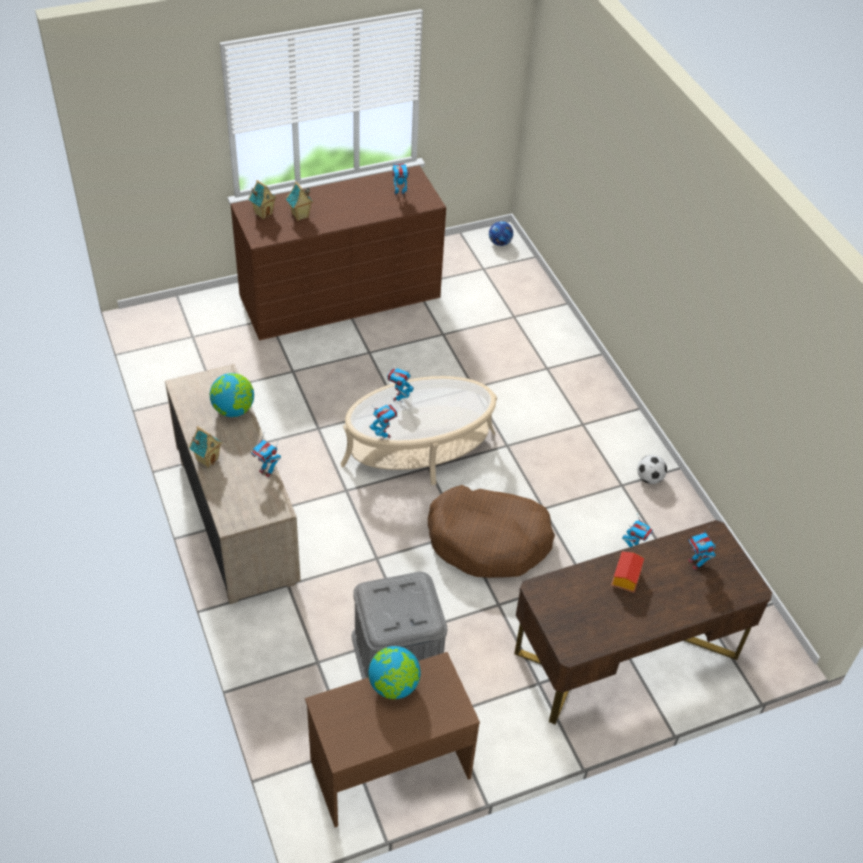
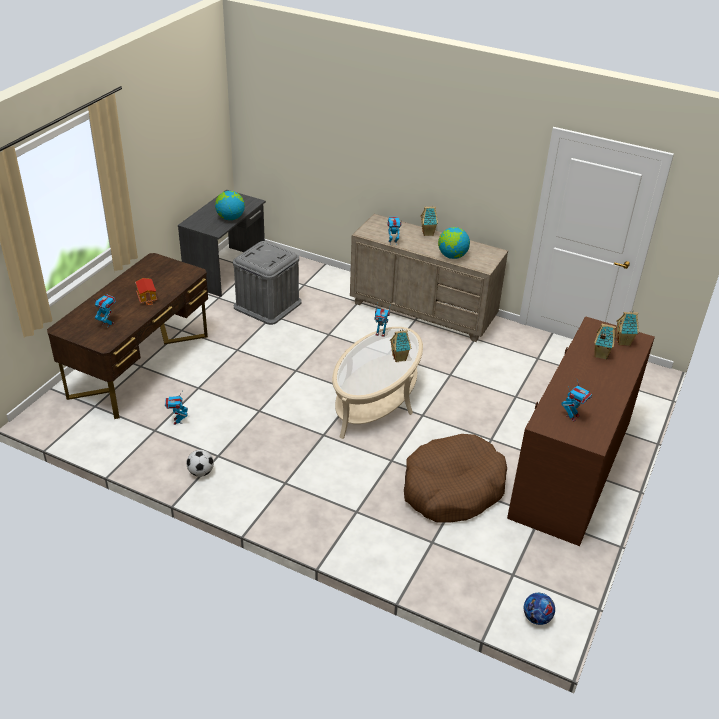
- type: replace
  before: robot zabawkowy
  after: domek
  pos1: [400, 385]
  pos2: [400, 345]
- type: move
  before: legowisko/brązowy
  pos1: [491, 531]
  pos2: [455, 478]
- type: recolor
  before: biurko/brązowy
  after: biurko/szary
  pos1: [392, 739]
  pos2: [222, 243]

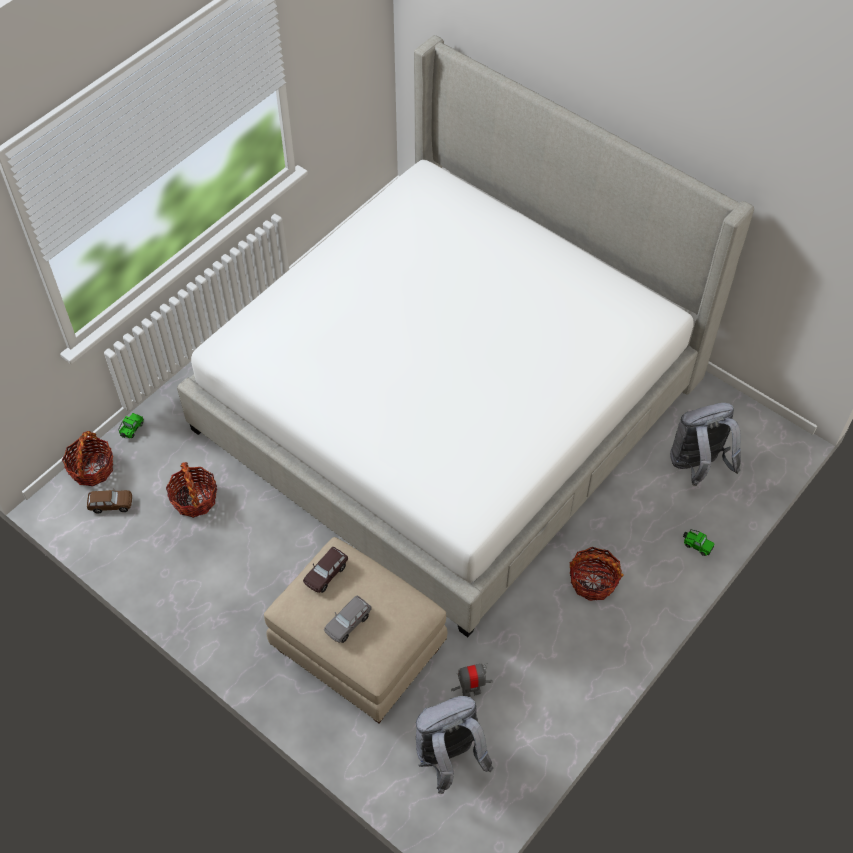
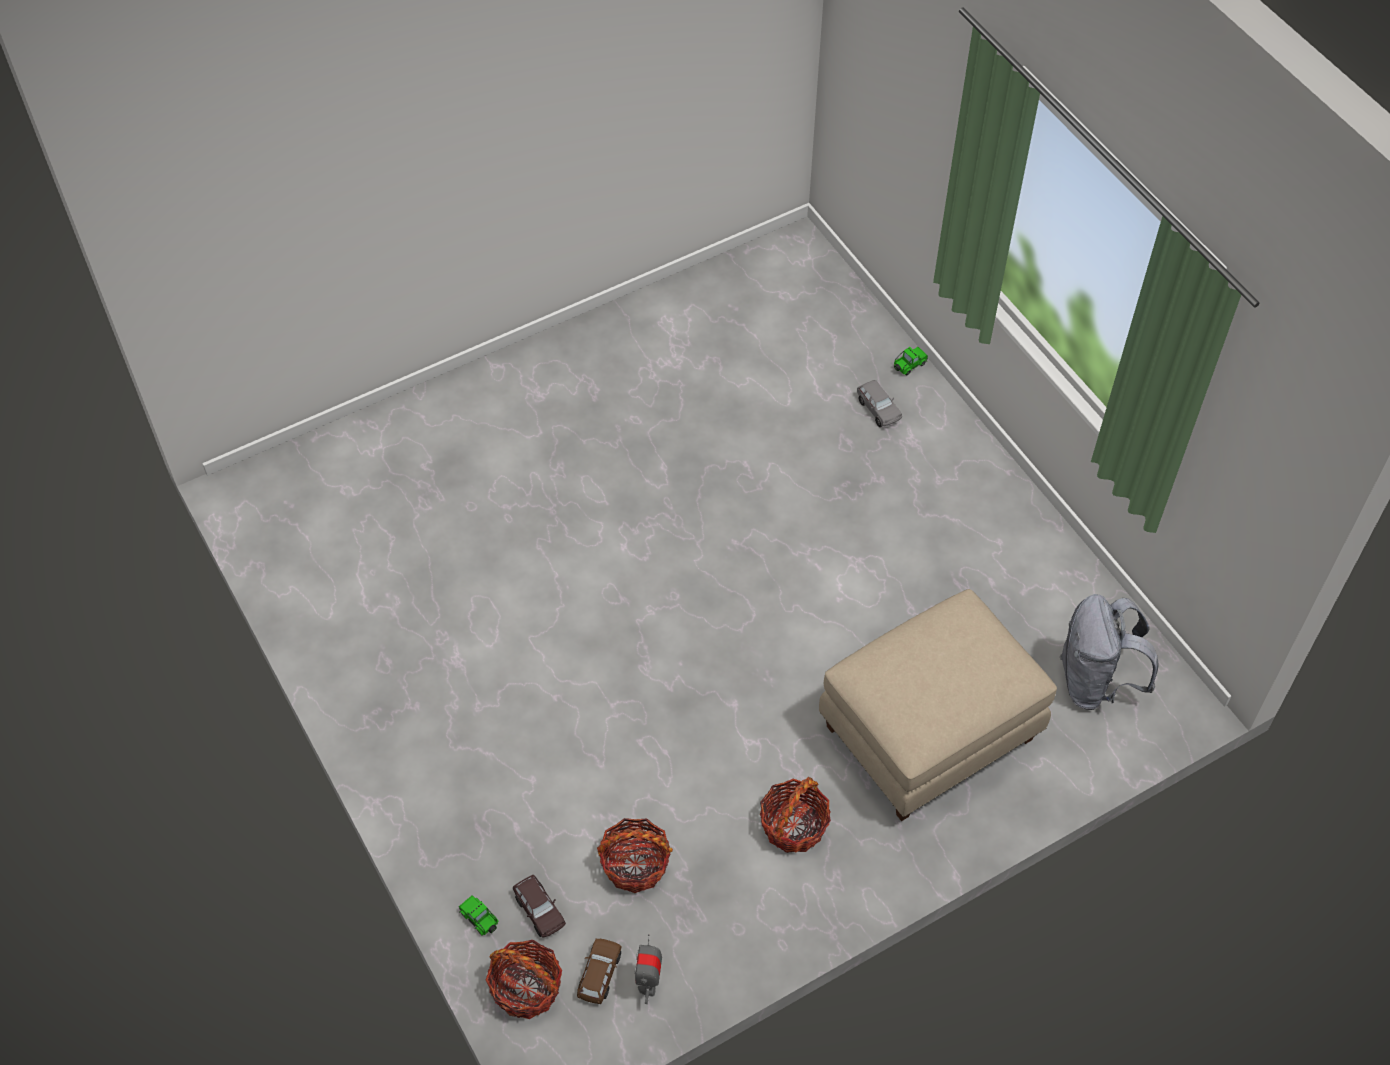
- type: delete
  before: łóżko
  pos1: [465, 336]
- type: delete
  before: plecak/szary
  pos1: [705, 444]
- type: move
  before: samochodzik/brązowy
  pos1: [325, 570]
  pos2: [539, 906]
- type: move
  before: koszyk
  pos1: [597, 574]
  pos2: [795, 815]
- type: move
  before: samochodzik/szary
  pos1: [347, 619]
  pos2: [879, 403]
- type: move
  before: robot zabawkowy
  pos1: [472, 680]
  pos2: [648, 969]

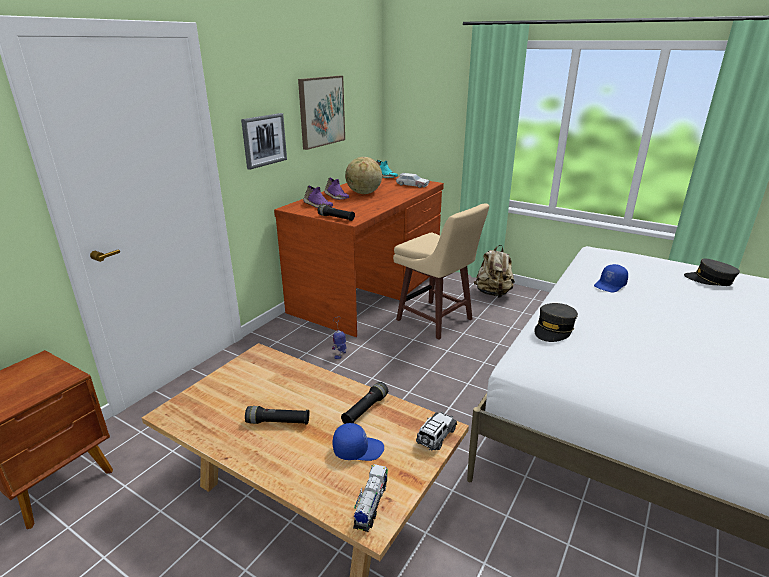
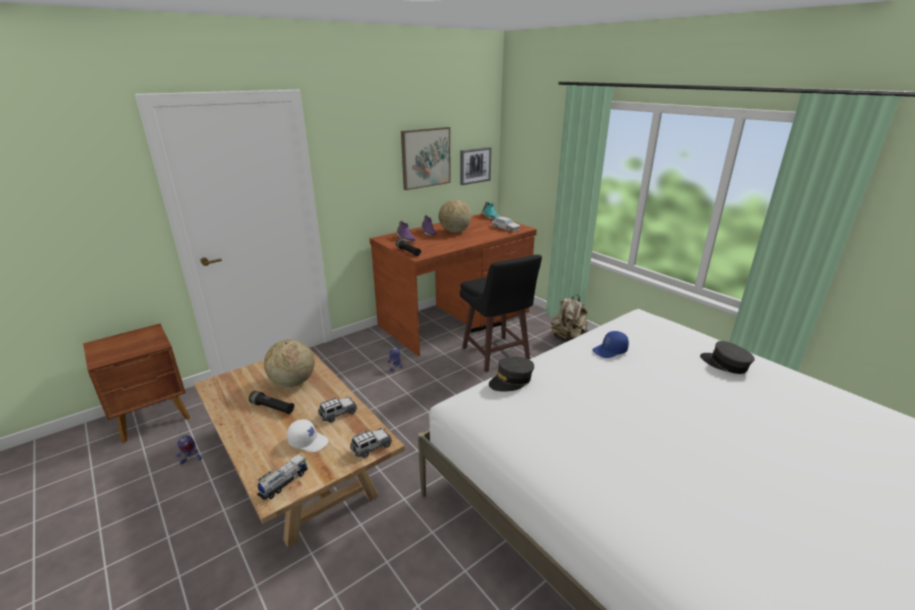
- type: move
  before: obraz
  pos1: [264, 141]
  pos2: [476, 166]
- type: recolor
  before: stołek/beżowy
  after: stołek/czarny
  pos1: [441, 271]
  pos2: [501, 313]
- type: replace
  before: latarka/czarny
  after: samochodzik
  pos1: [364, 403]
  pos2: [337, 409]
- type: recolor
  before: czapka z daszkiem/niebieski
  after: czapka z daszkiem/biały
  pos1: [358, 442]
  pos2: [307, 435]
- type: insert
  after: globus
  pos2: [289, 363]
- type: insert
  after: robot zabawkowy
  pos2: [187, 446]

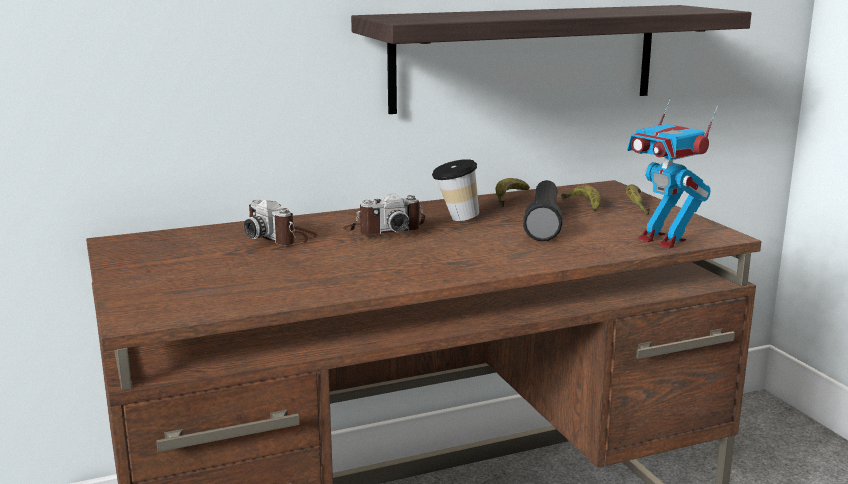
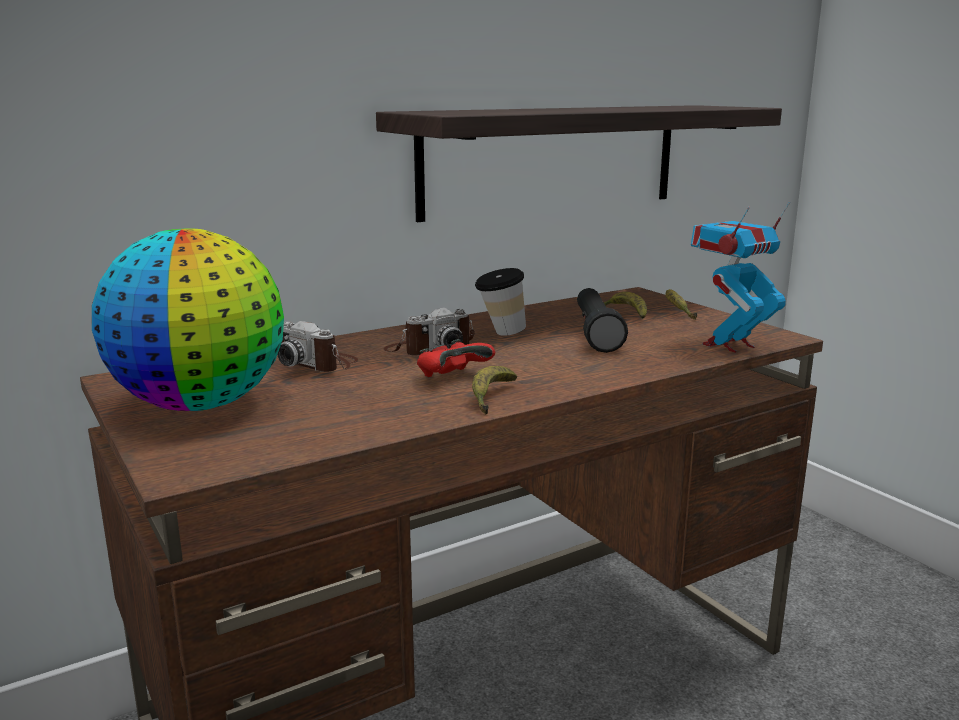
- type: rotate
  before: robot zabawkowy
  pos1: [672, 173]
  pos2: [740, 277]
  turn: 105
- type: move
  before: banan
  pos1: [513, 192]
  pos2: [494, 390]
- type: insert
  after: globus
  pos2: [188, 320]
- type: insert
  after: pad do gier/czerwony
  pos2: [456, 358]

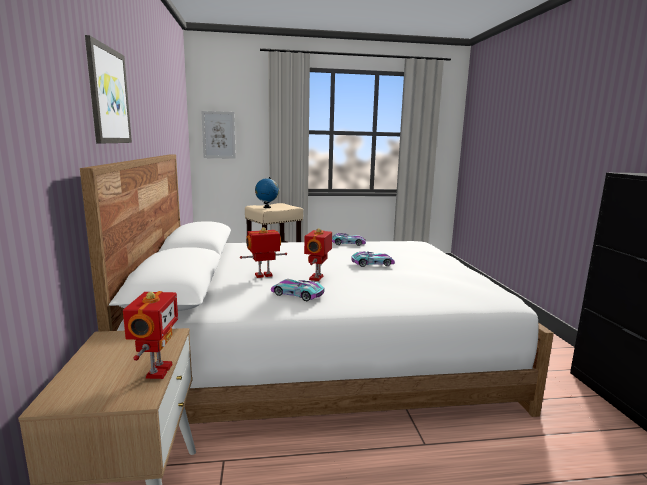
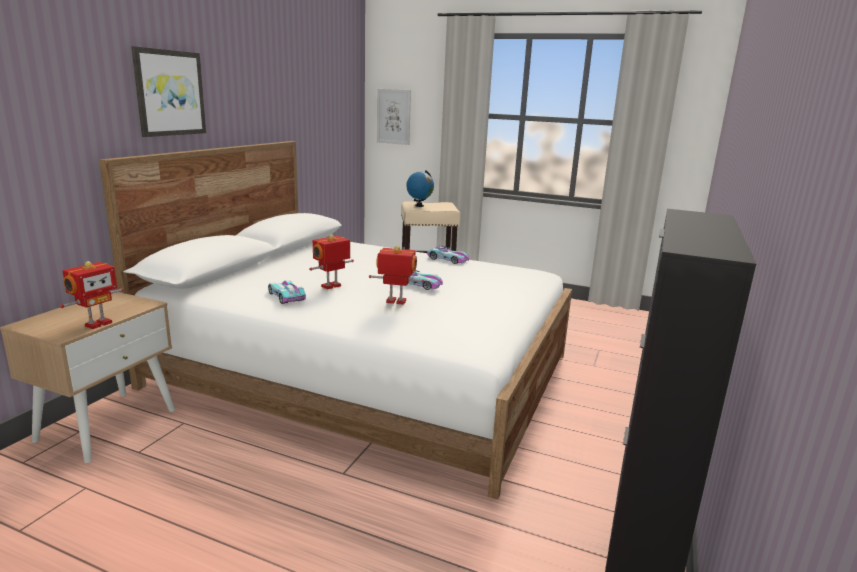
- type: move
  before: robot zabawkowy
  pos1: [263, 252]
  pos2: [396, 275]

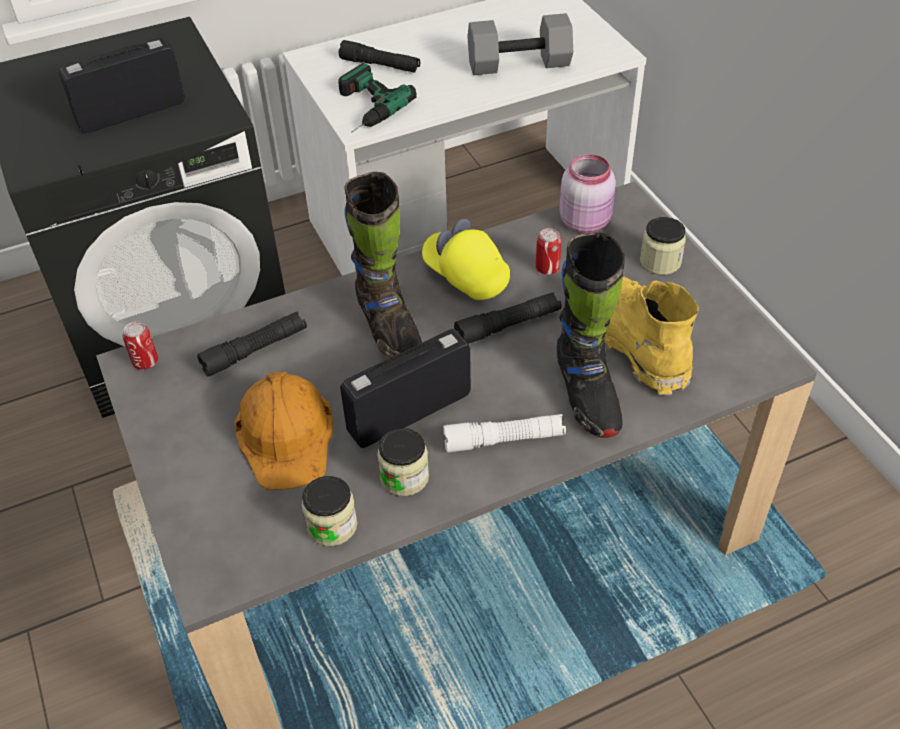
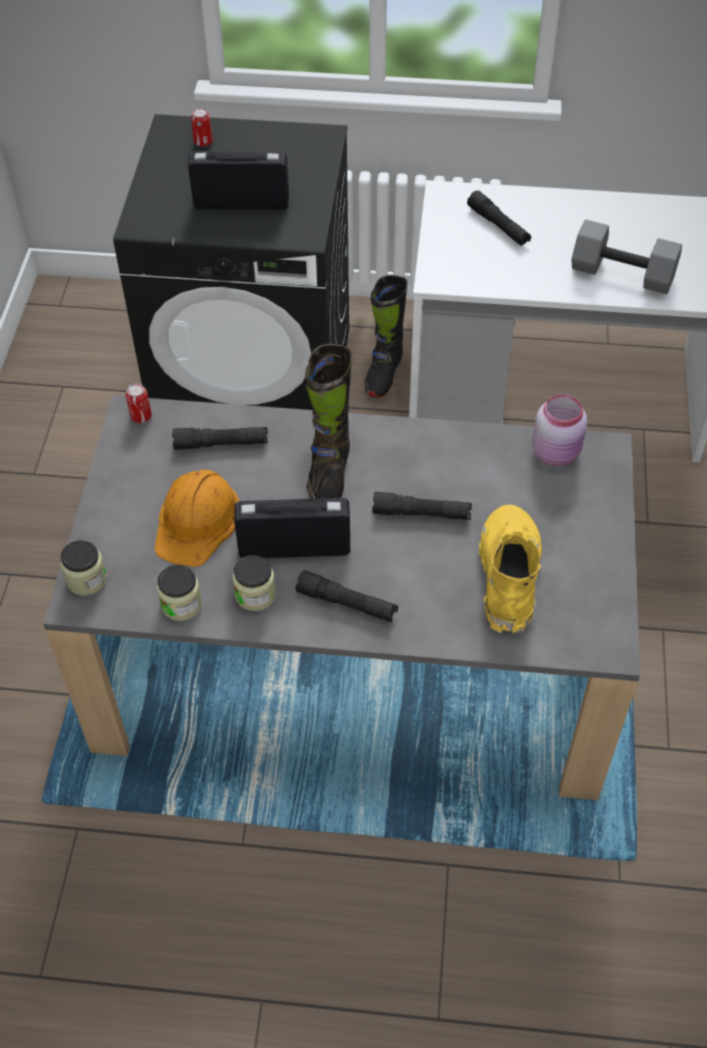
- type: delete
  before: wiertarka
  pos1: [377, 97]
- type: move
  before: słoik
  pos1: [663, 246]
  pos2: [83, 568]
- type: delete
  before: czapka z daszkiem/żółty
  pos1: [466, 259]
- type: move
  before: puszka
  pos1: [548, 251]
  pos2: [202, 127]
- type: move
  before: but z cholewką/czarny
  pos1: [591, 335]
  pos2: [386, 336]
- type: recolor
  before: latarka/biały
  after: latarka/czarny
  pos1: [504, 433]
  pos2: [346, 596]

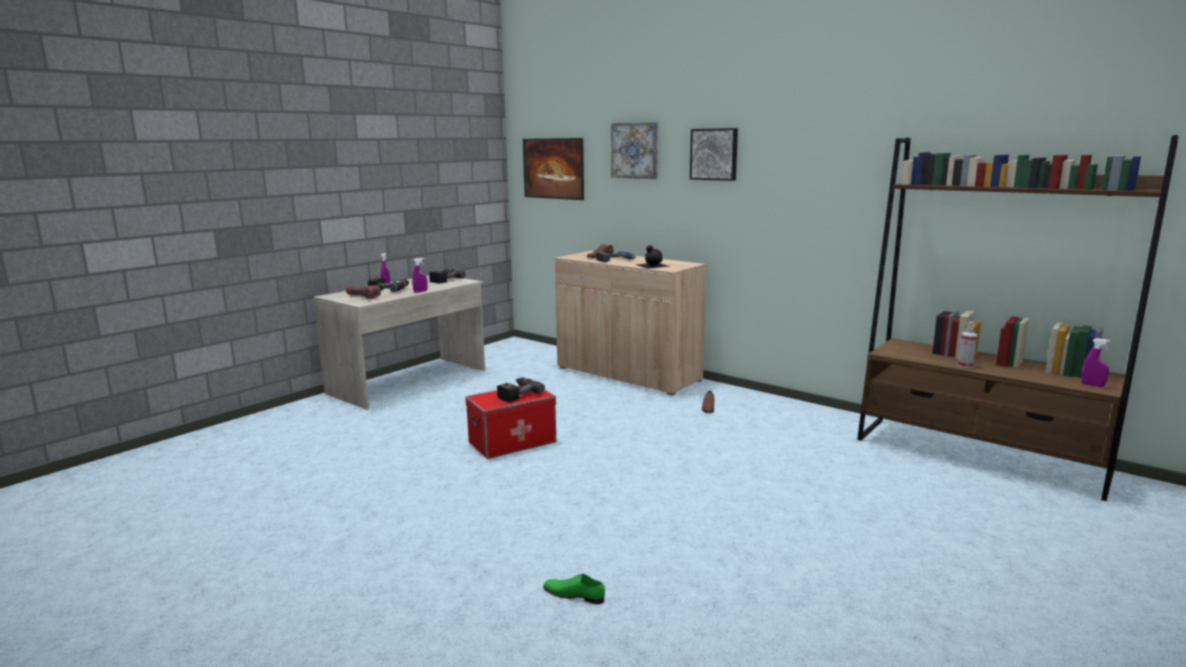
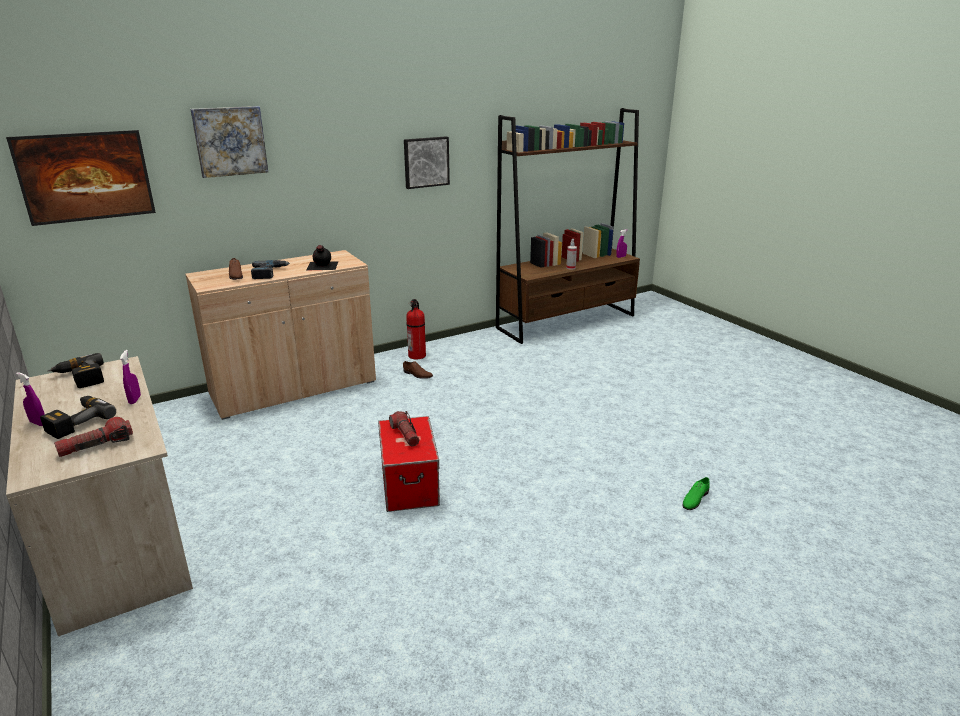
- type: move
  before: obraz
  pos1: [714, 154]
  pos2: [427, 163]
- type: replace
  before: wiertarka
  after: latarka
  pos1: [521, 389]
  pos2: [404, 429]
- type: insert
  after: gaśnica
  pos2: [416, 329]

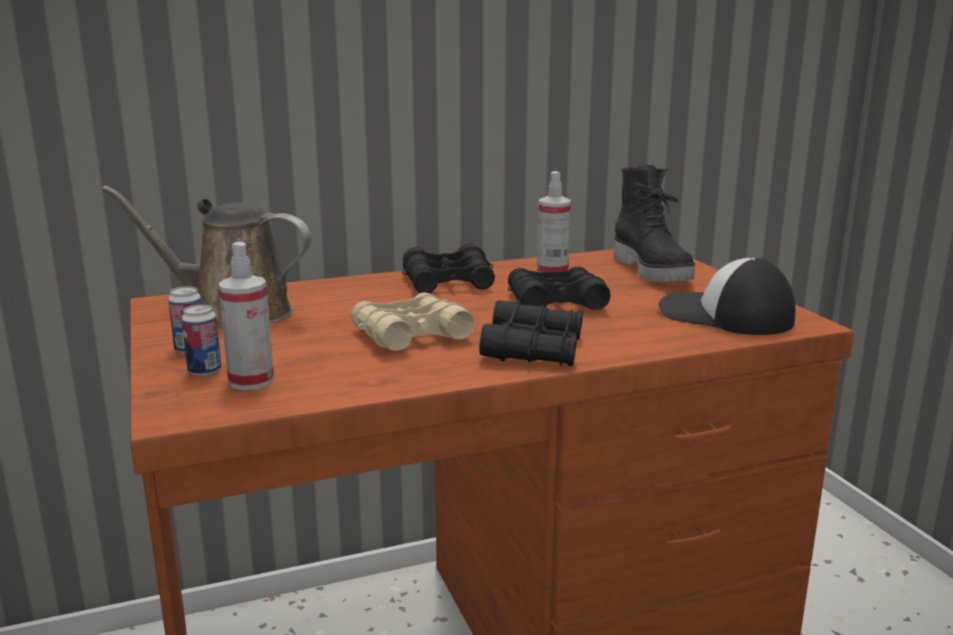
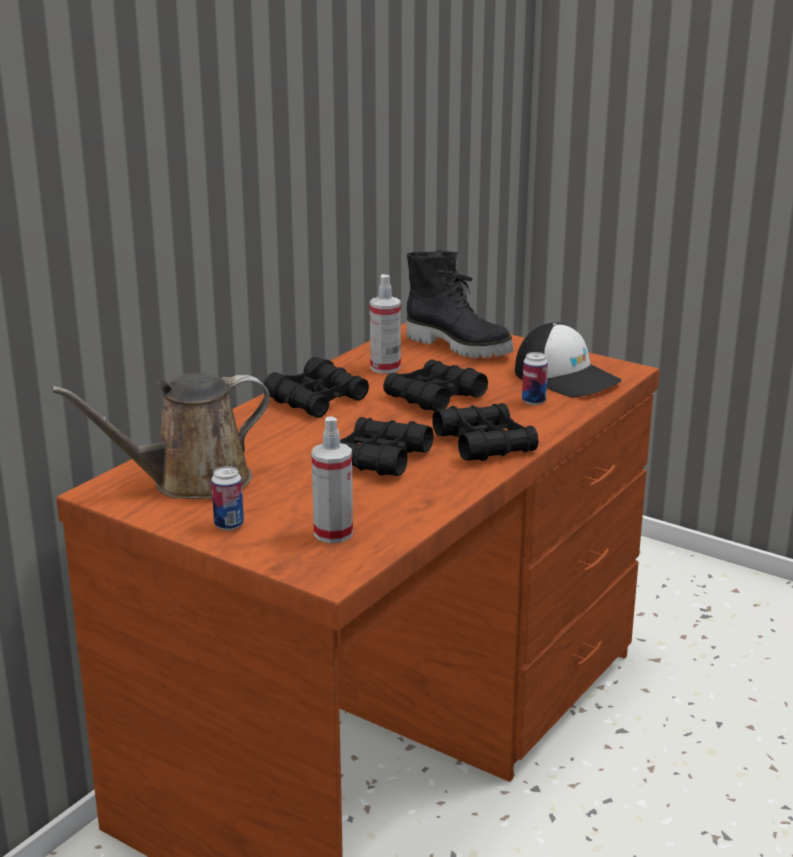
- type: rotate
  before: czapka z daszkiem
  pos1: [726, 296]
  pos2: [568, 359]
  turn: -135
- type: recolor
  before: lornetka/beżowy
  after: lornetka/czarny
  pos1: [413, 321]
  pos2: [387, 446]
- type: move
  before: puszka
  pos1: [201, 340]
  pos2: [535, 378]

